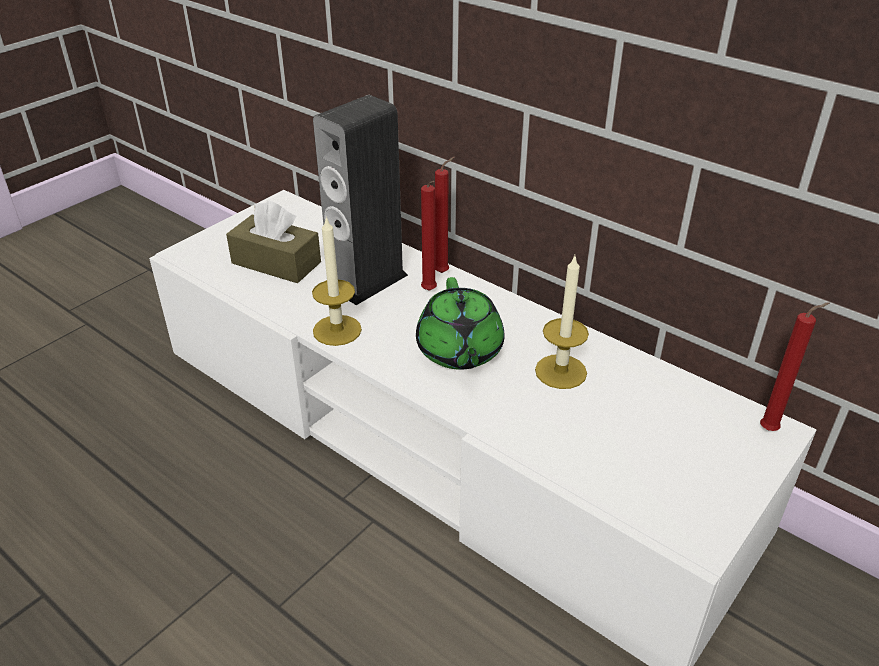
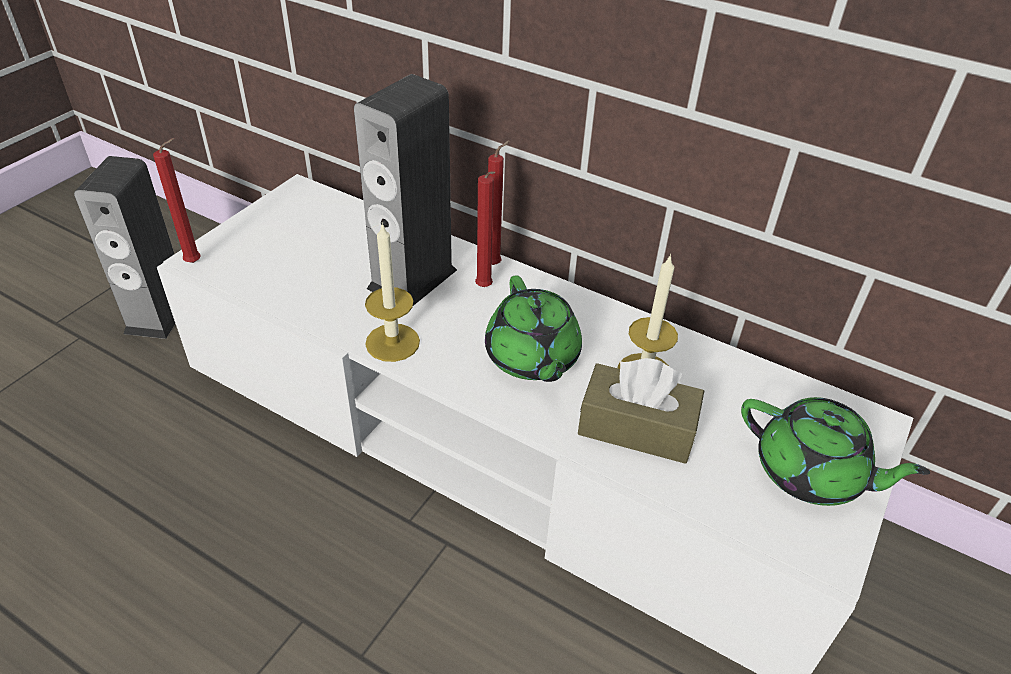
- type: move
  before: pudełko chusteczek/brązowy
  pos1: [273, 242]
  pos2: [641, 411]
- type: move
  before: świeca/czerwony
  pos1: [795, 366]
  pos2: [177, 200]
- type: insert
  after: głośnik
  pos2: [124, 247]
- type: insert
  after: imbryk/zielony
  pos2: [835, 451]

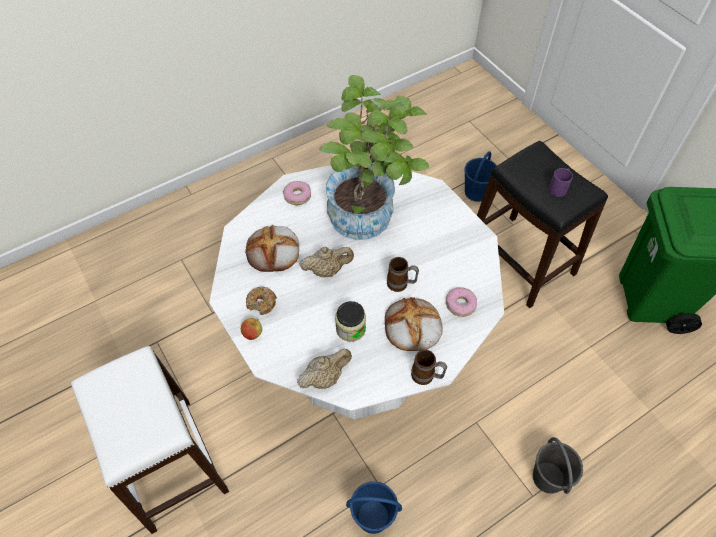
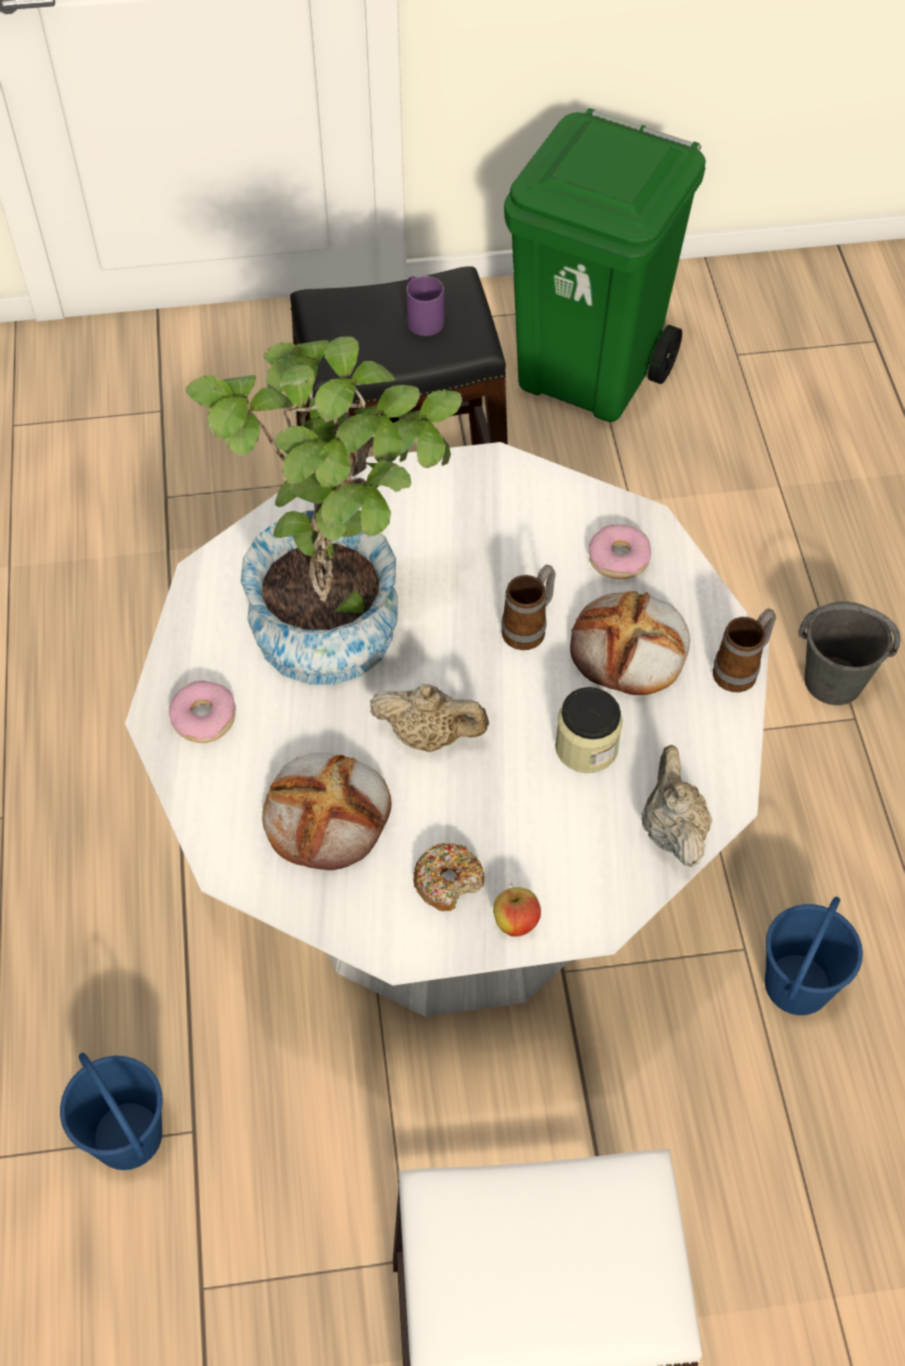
- type: move
  before: wiadro/niebieski
  pos1: [480, 176]
  pos2: [111, 1111]
- type: rotate
  before: imbryk/beżowy
  pos1: [327, 262]
  pos2: [429, 718]
  turn: 90

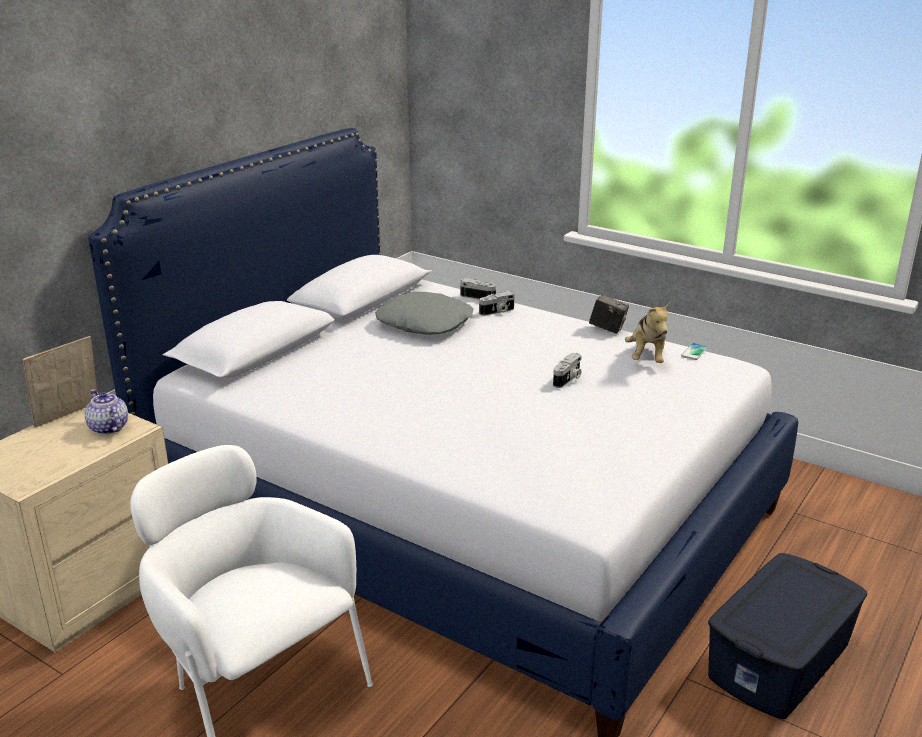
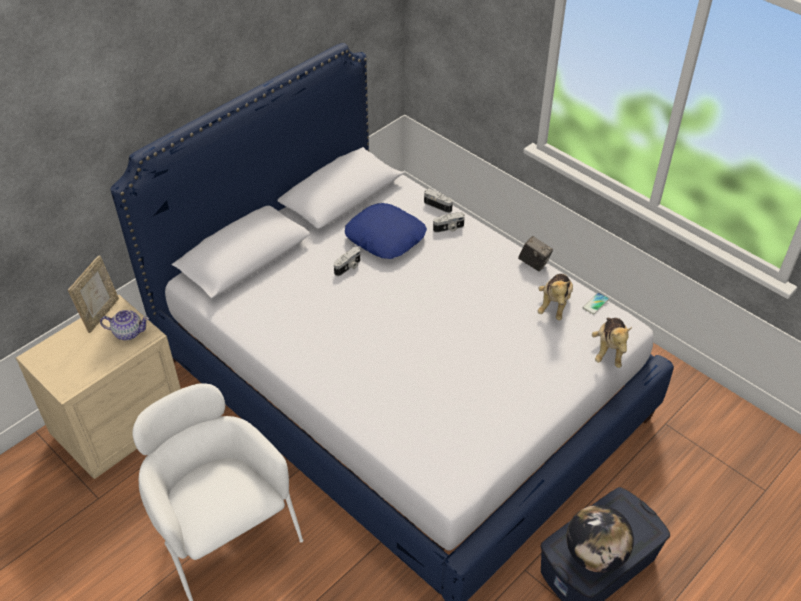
- type: recolor
  before: poduszka/szary
  after: poduszka/niebieski
  pos1: [424, 313]
  pos2: [386, 231]
- type: rotate
  before: ramka na zdjęcie
  pos1: [59, 381]
  pos2: [93, 294]
  turn: 150
- type: move
  before: aparat fotograficzny
  pos1: [567, 370]
  pos2: [347, 261]
- type: rotate
  before: imbryk
  pos1: [106, 412]
  pos2: [124, 325]
  turn: 120
- type: insert
  after: pluszak
  pos2: [612, 343]
- type: insert
  after: globus
  pos2: [600, 539]

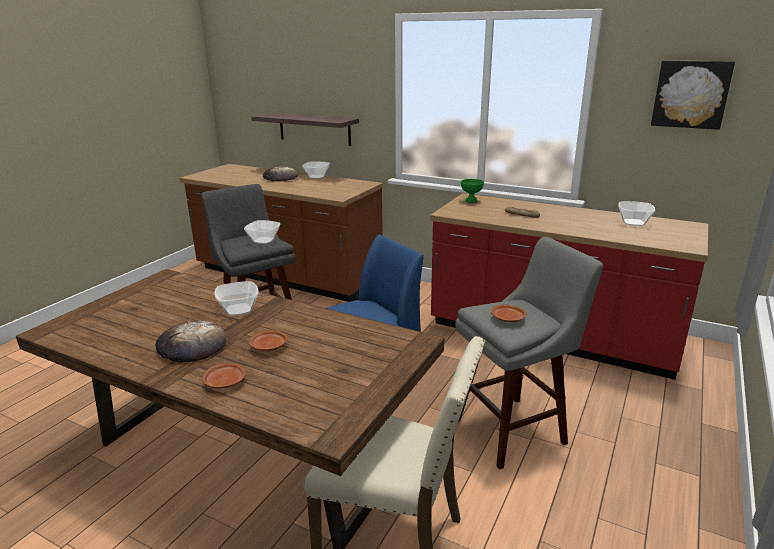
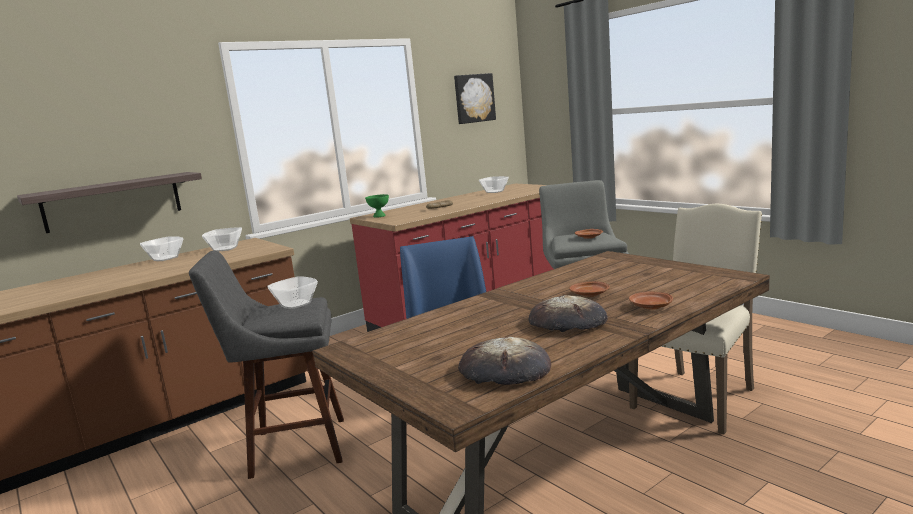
- type: move
  before: chleb
  pos1: [281, 174]
  pos2: [504, 360]
- type: move
  before: miska
  pos1: [237, 298]
  pos2: [222, 239]

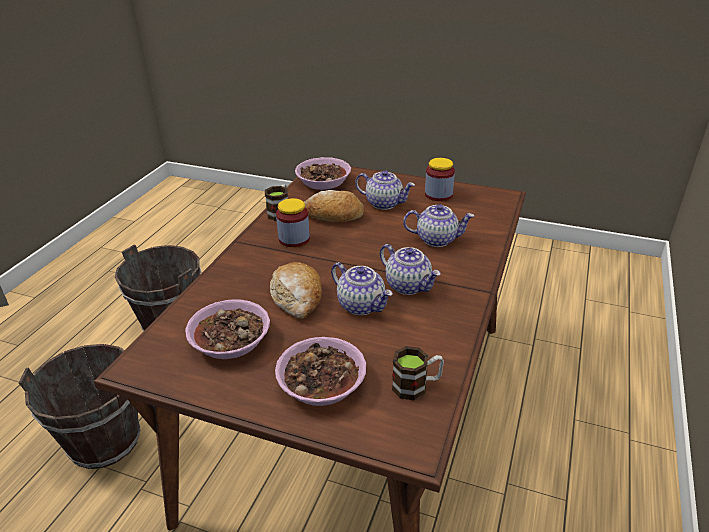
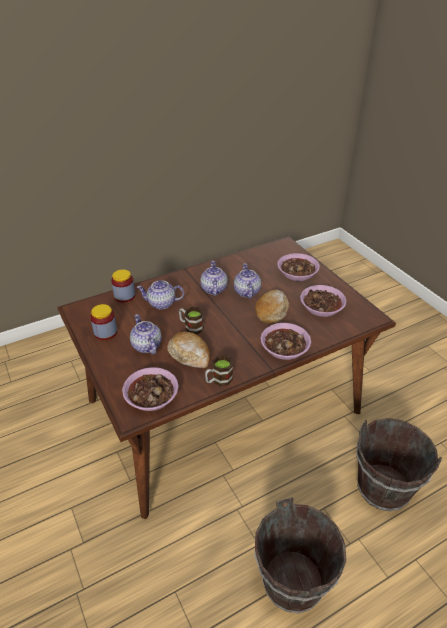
- type: move
  before: słoik
  pos1: [293, 222]
  pos2: [123, 286]
- type: rotate
  before: imbryk
  pos1: [438, 225]
  pos2: [160, 295]
  turn: -45
- type: move
  before: kubek
  pos1: [418, 373]
  pos2: [191, 320]
- type: insert
  after: miska
  pos2: [286, 341]

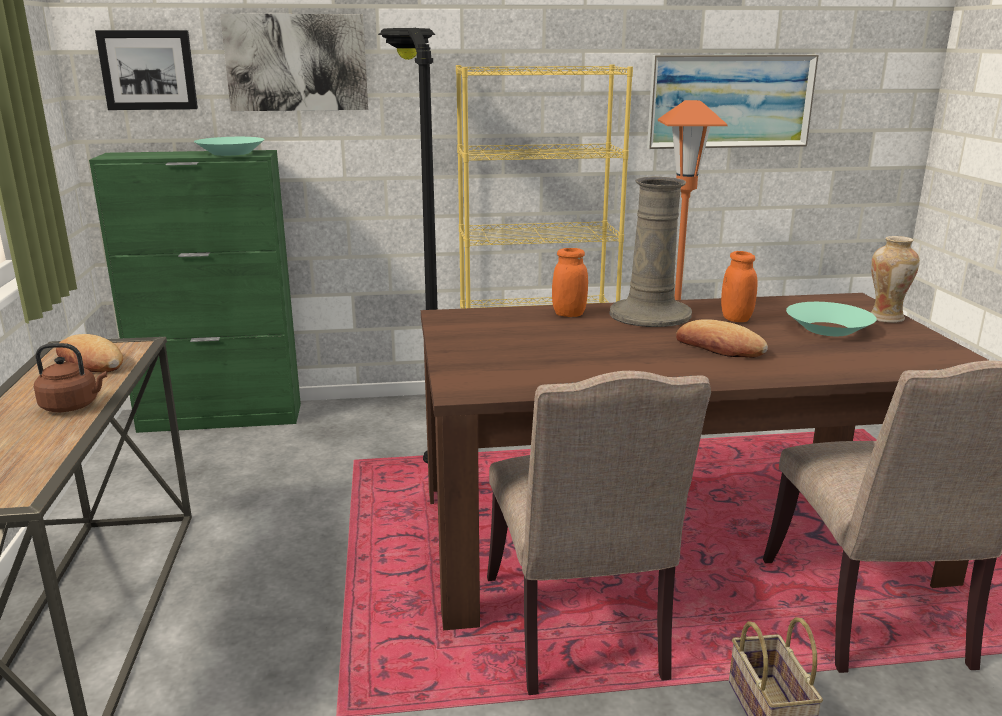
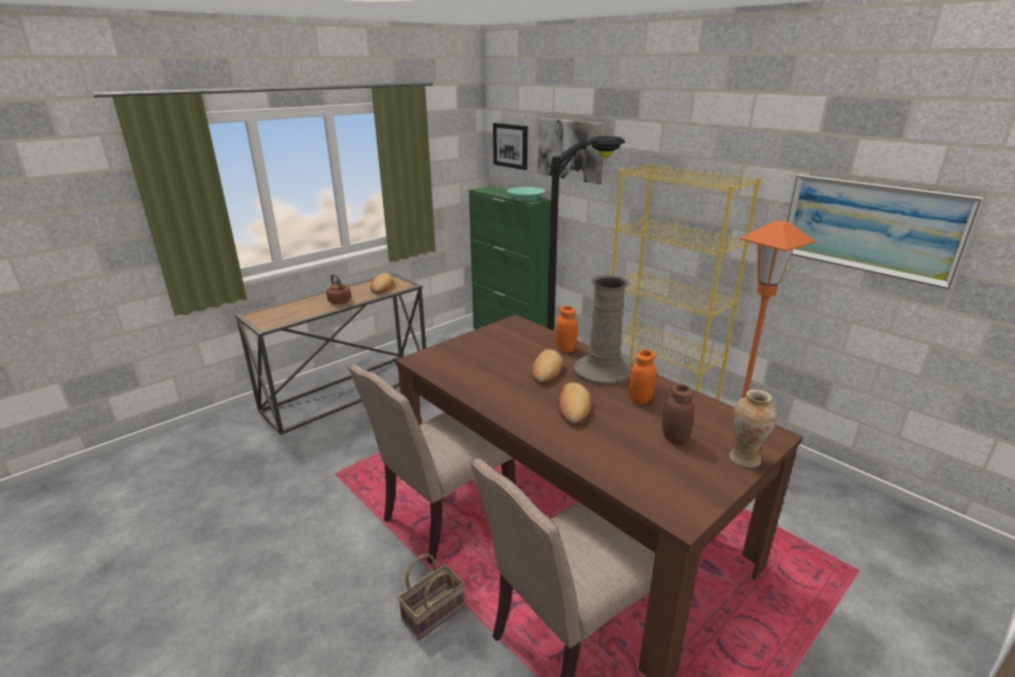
- type: replace
  before: miska/turkusowy
  after: słoik/brązowy
  pos1: [831, 319]
  pos2: [678, 414]
- type: insert
  after: chleb
  pos2: [547, 366]

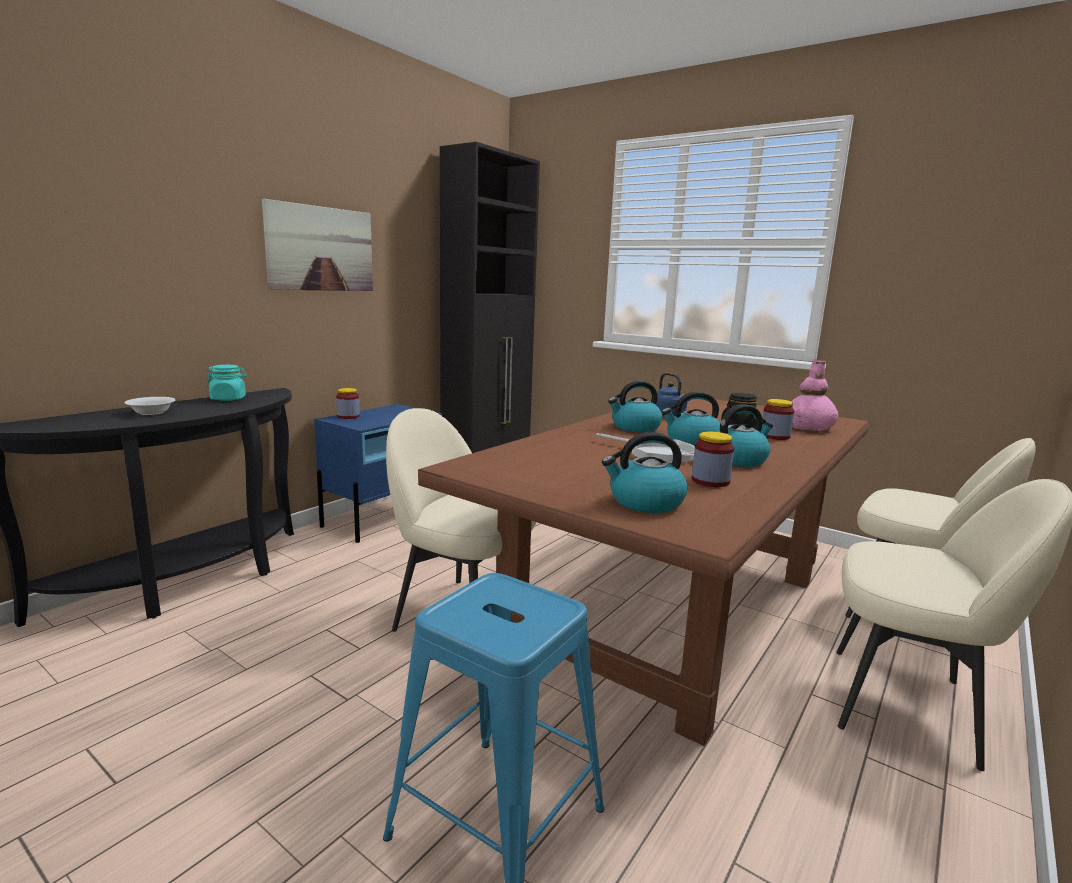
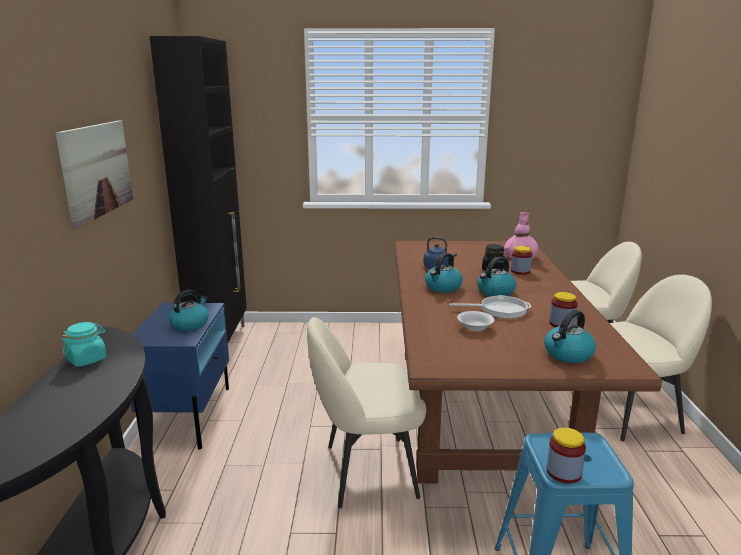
- type: move
  before: słoik
  pos1: [348, 403]
  pos2: [566, 455]
- type: move
  before: miska/biały
  pos1: [149, 406]
  pos2: [475, 321]
- type: move
  before: czajnik
  pos1: [744, 435]
  pos2: [189, 310]

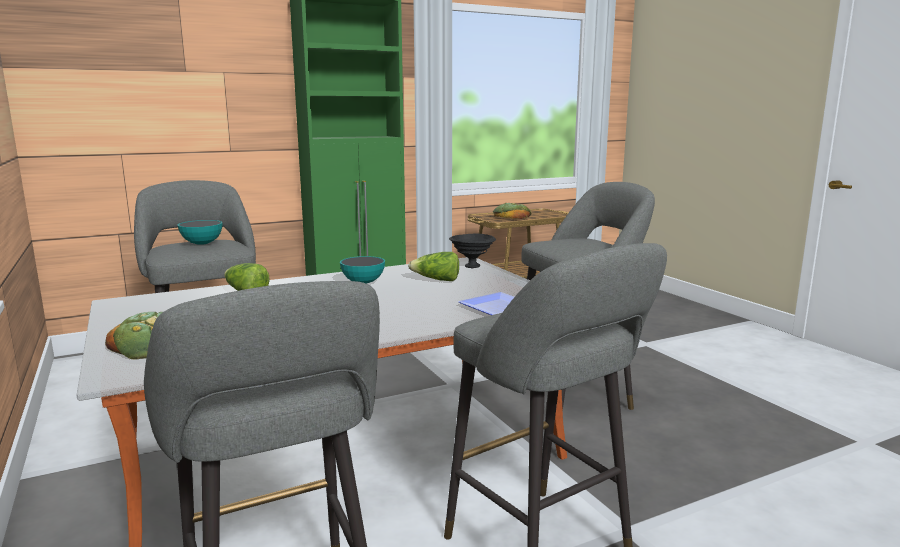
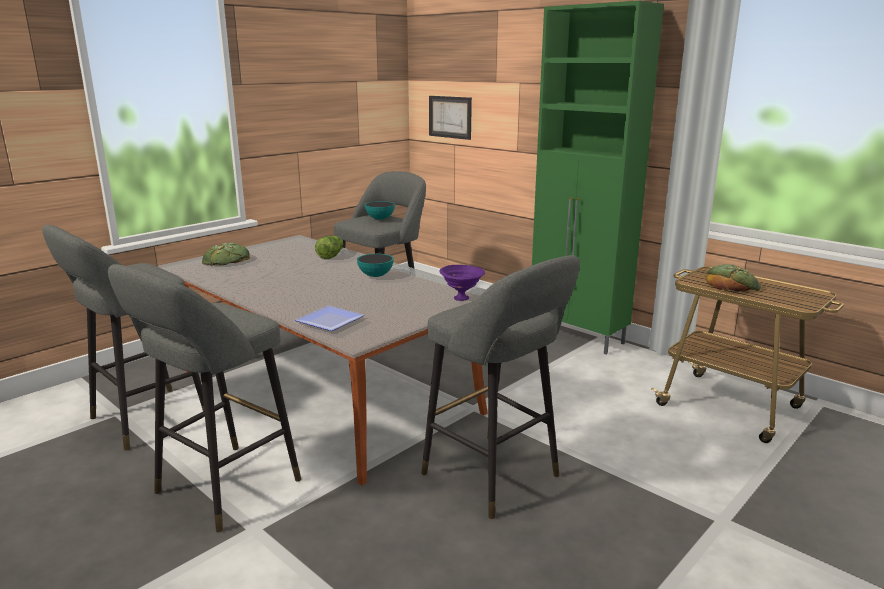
- type: recolor
  before: miska/czarny
  after: miska/fioletowy
  pos1: [472, 250]
  pos2: [462, 283]
- type: delete
  before: sałata
  pos1: [433, 266]
- type: insert
  after: obraz
  pos2: [450, 118]

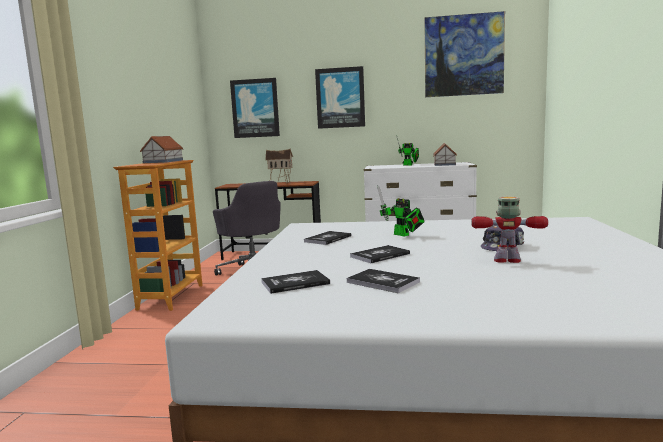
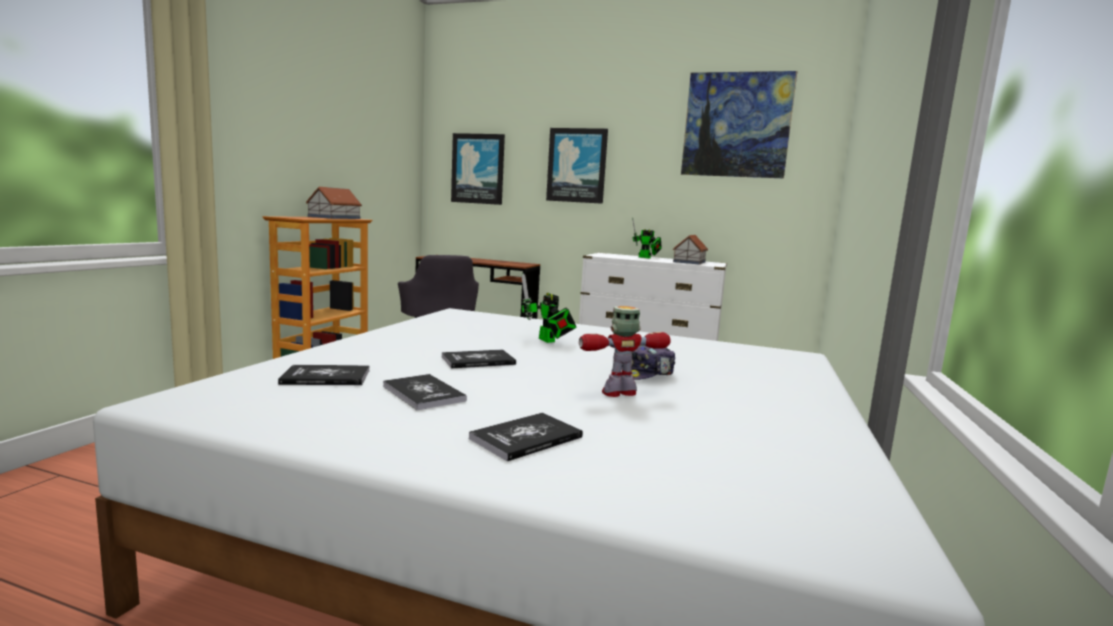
- type: delete
  before: domek
  pos1: [279, 166]
- type: rotate
  before: robot zabawkowy
  pos1: [509, 230]
  pos2: [624, 351]
  turn: -45
- type: move
  before: książka
  pos1: [327, 238]
  pos2: [526, 437]

